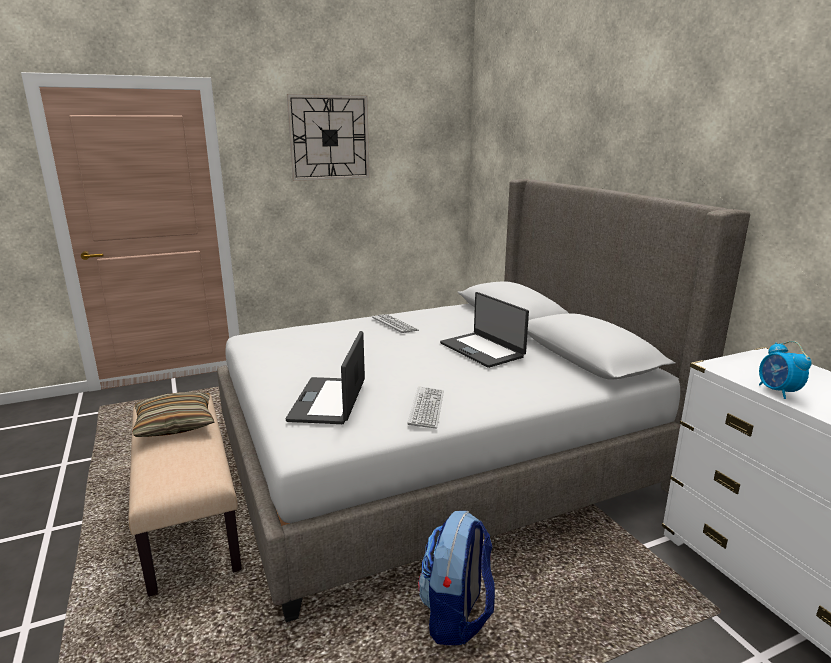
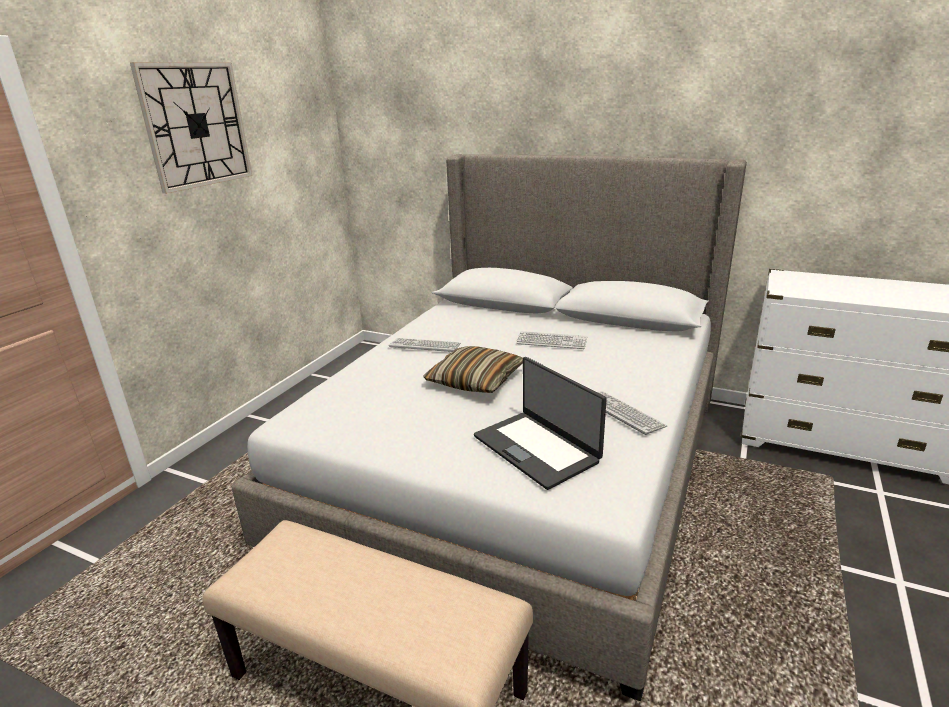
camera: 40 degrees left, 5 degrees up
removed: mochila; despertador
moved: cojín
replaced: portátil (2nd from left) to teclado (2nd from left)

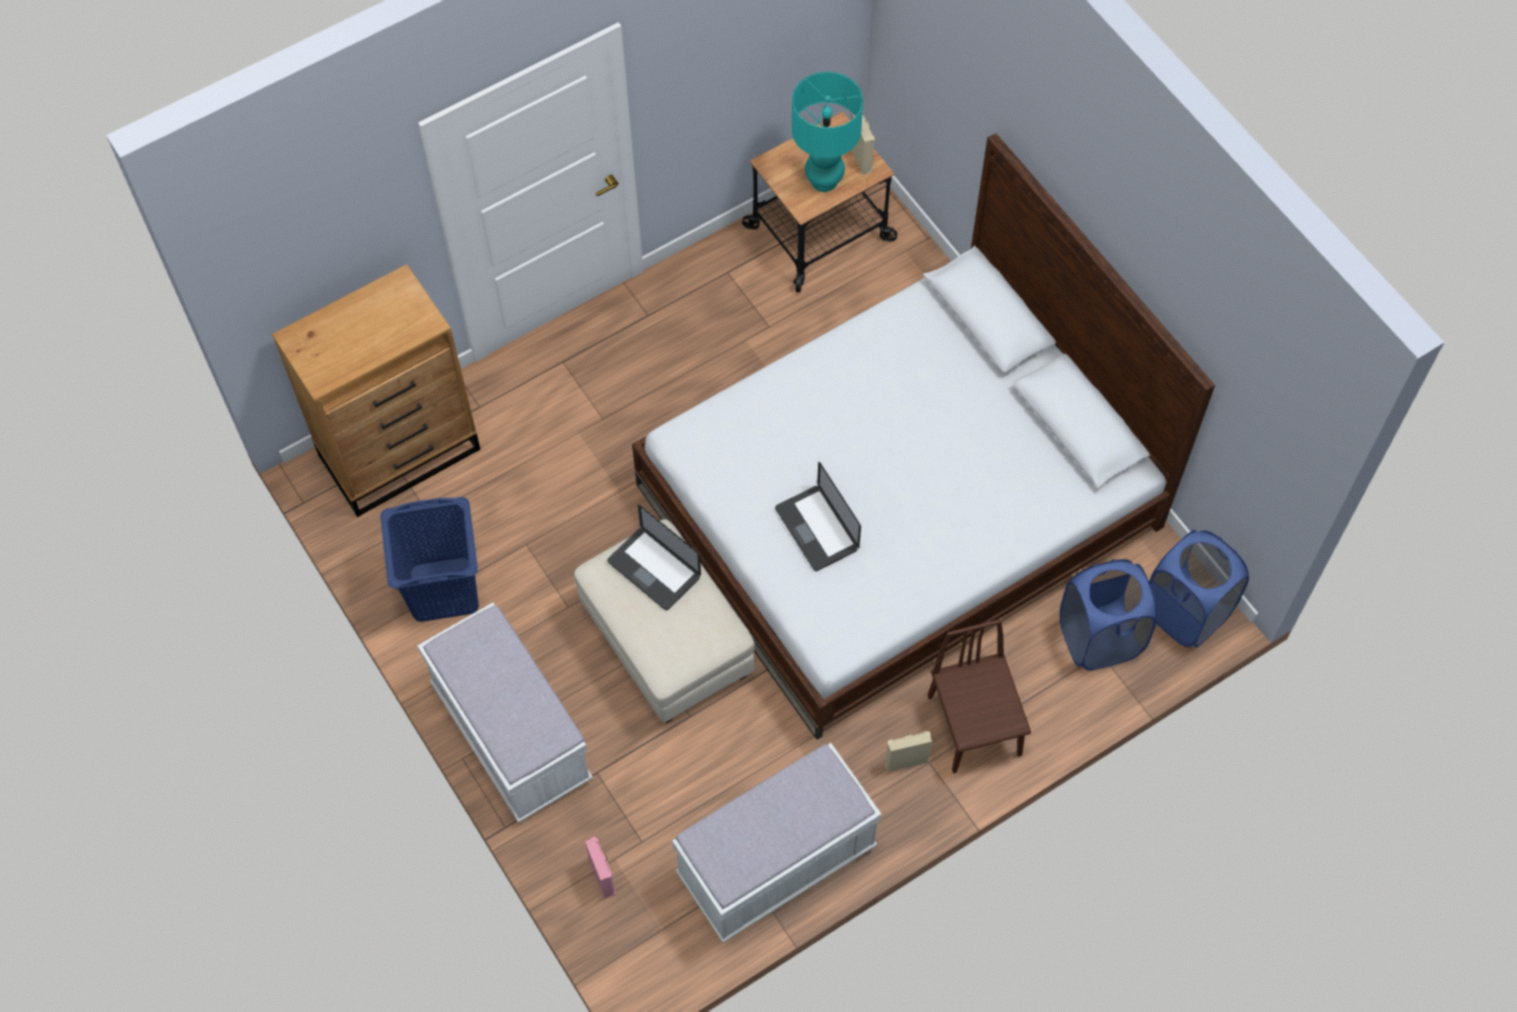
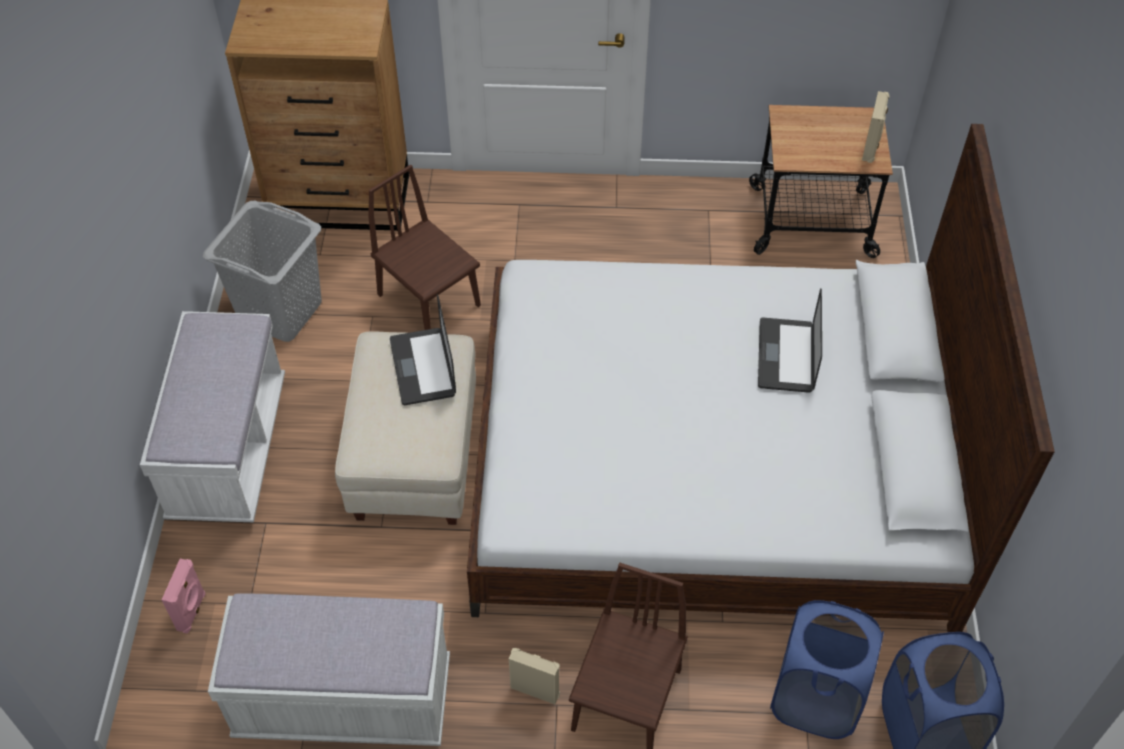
camera: 35 degrees right, 10 degrees down
removed: lámpara de mesa/turquesa
added: silla/marrón (1st from left)
moved: portátil (2nd from left)
recoloured: cesto de la ropa/azul (1st from left) to cesto de la ropa/gris

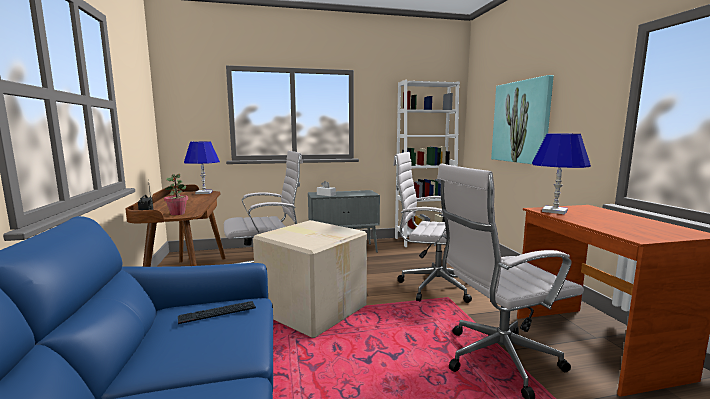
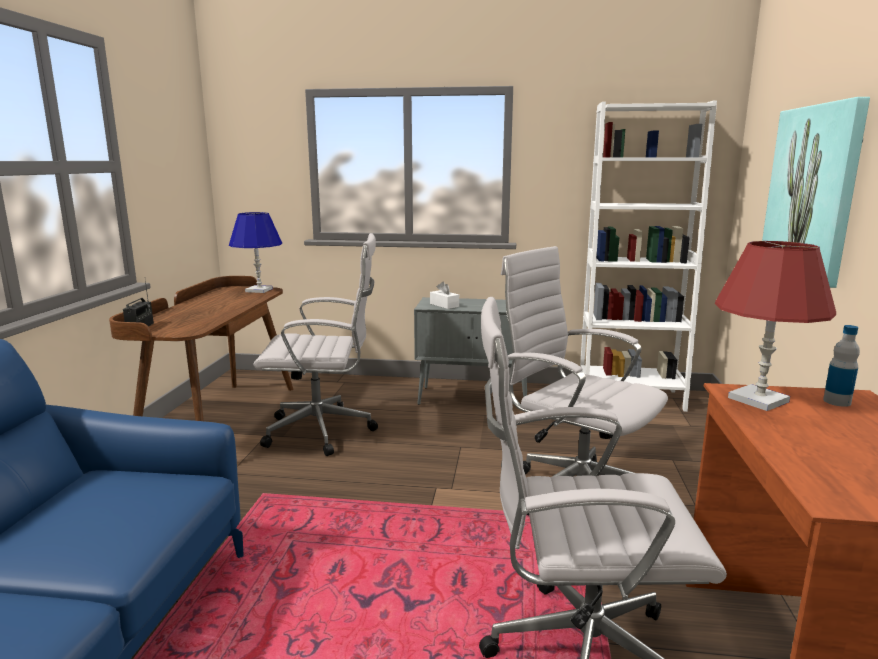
camera: 20 degrees right, 5 degrees up
removed: planta en maceta; teclado; caja de cartón
added: botella
recoloured: lámpara de mesa/azul (2nd from left) to lámpara de mesa/rojo

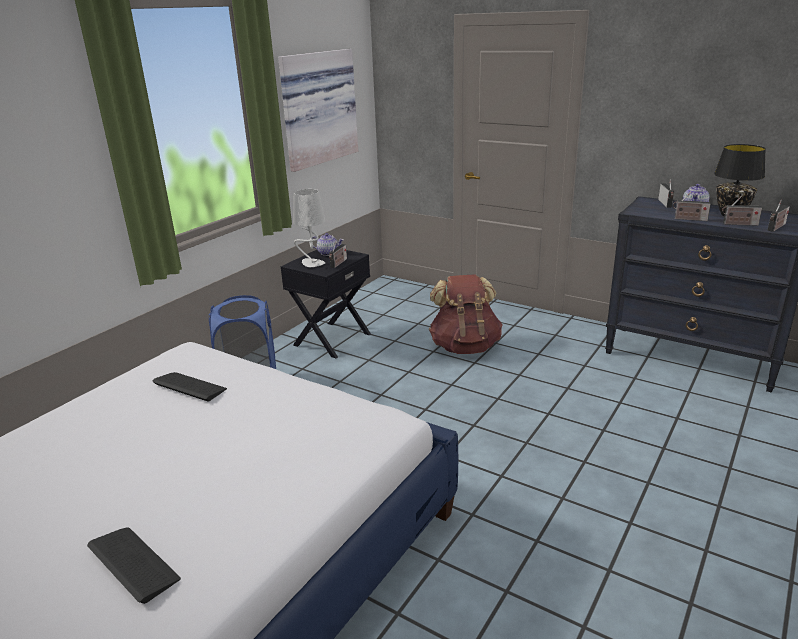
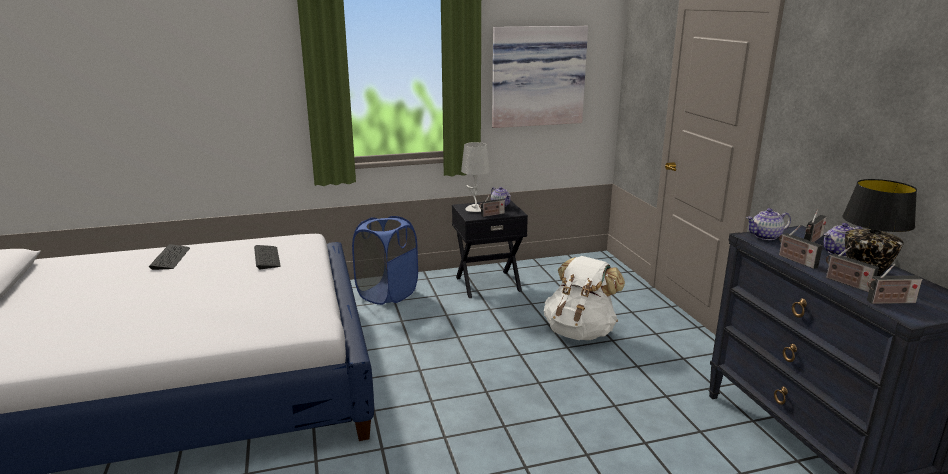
camera: 40 degrees right, 5 degrees down
added: tetera (2nd from left)
moved: teclado (1st from left)
recoloured: mochila/marrón to mochila/blanco

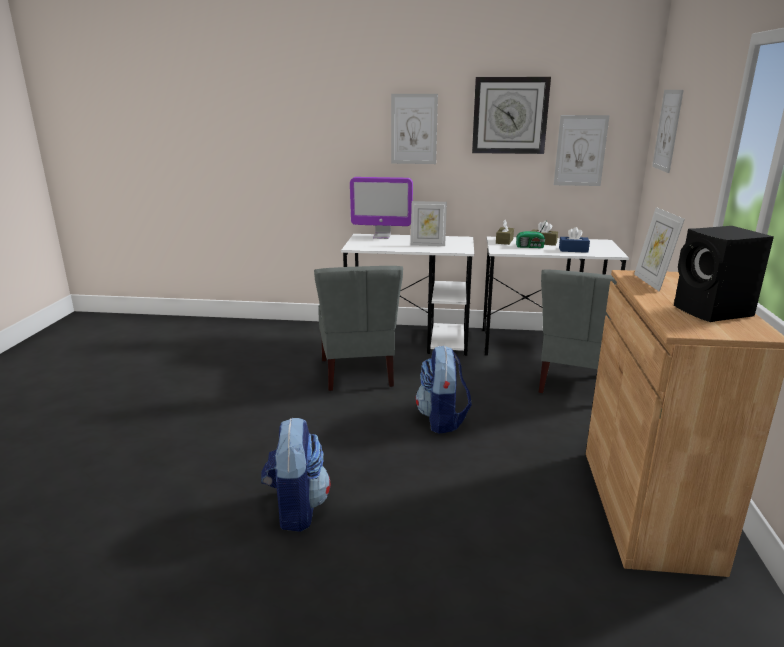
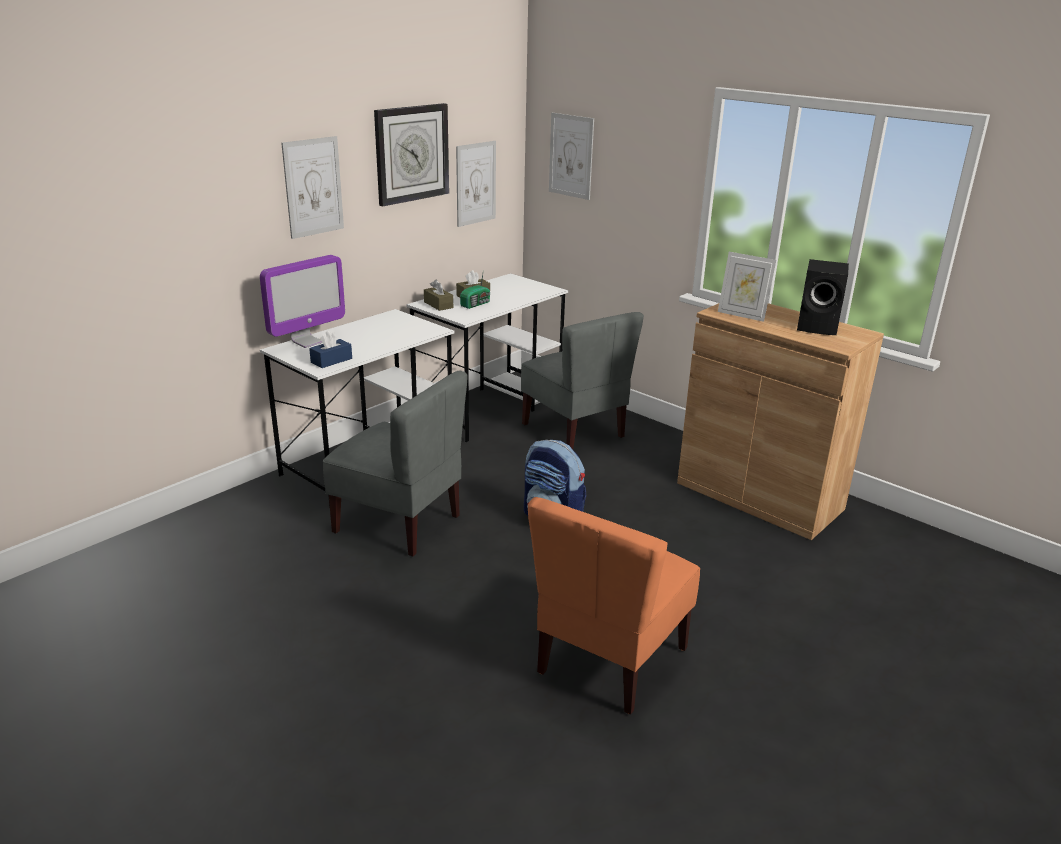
camera: 55 degrees left, 5 degrees up
removed: portarretratos (1st from left)
moved: caja de pañuelos/azul
replaced: mochila (1st from left) to silla/naranja

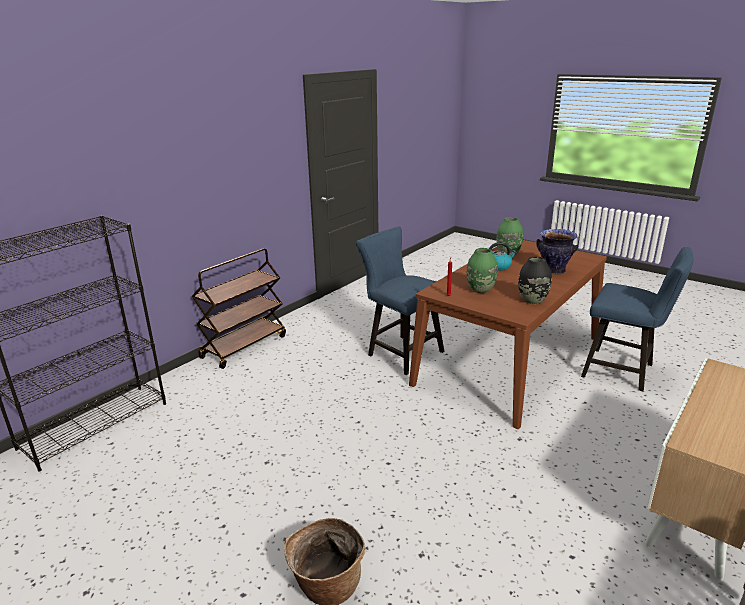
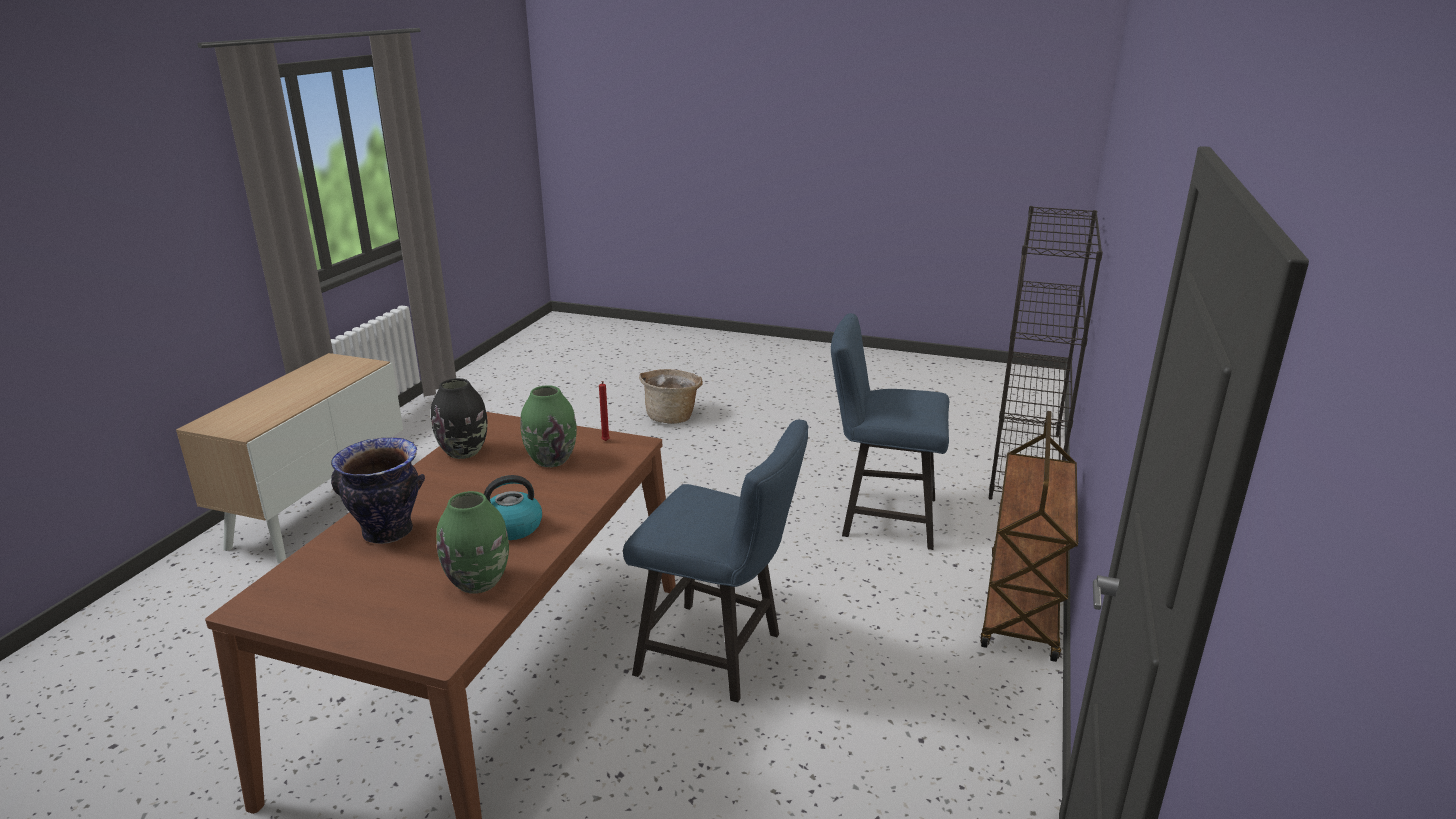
camera: 160 degrees right, 0 degrees up
moved: silla/azul (2nd from left)

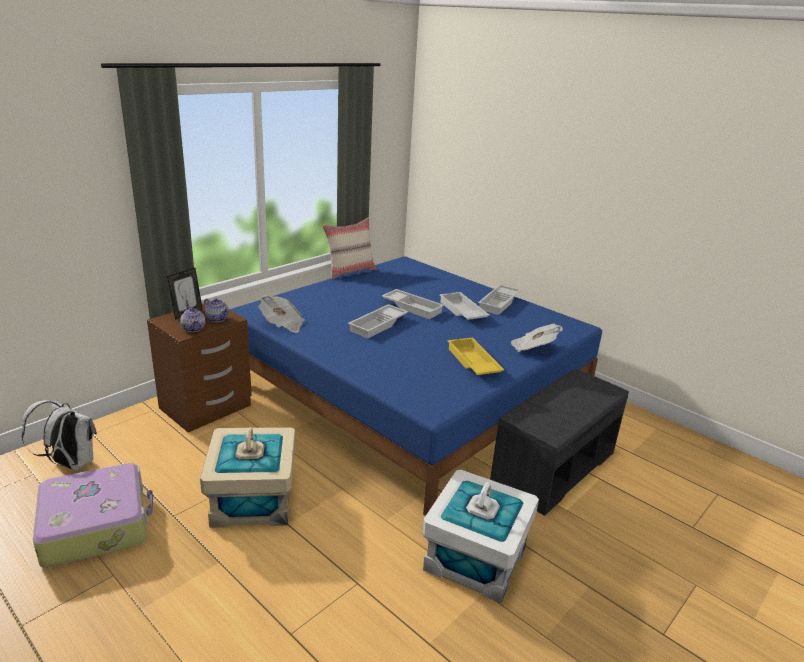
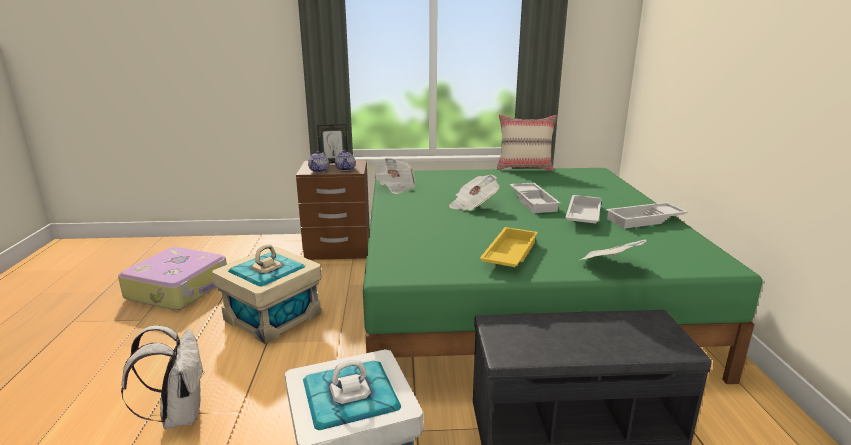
camera: 45 degrees right, 5 degrees down
moved: mochila/blanco
replaced: bandeja/blanco (1st from left) to periódico (2nd from left)
recoloured: cama/azul to cama/verde

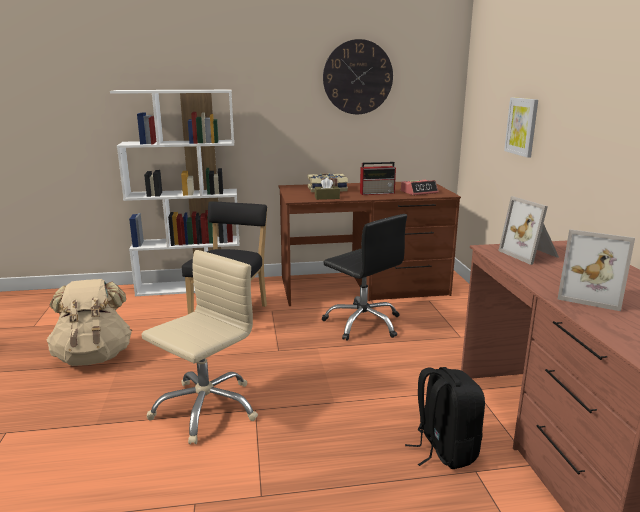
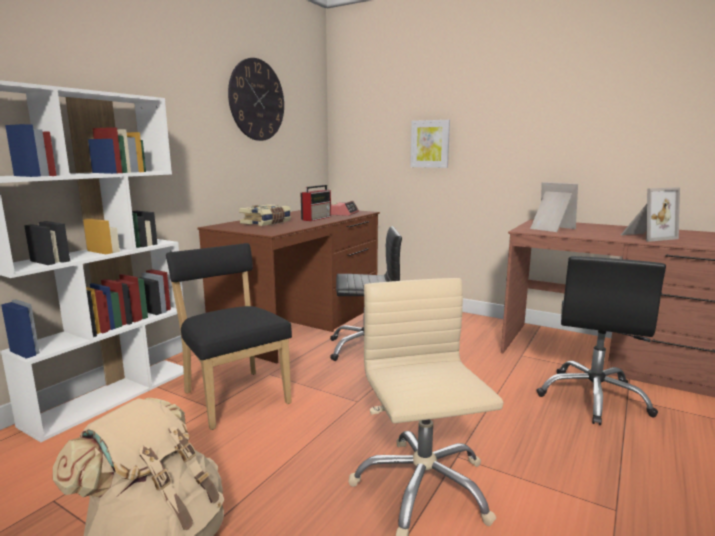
camera: 50 degrees left, 5 degrees down
removed: caja de pañuelos/marrón
replaced: mochila/negro to silla de oficina/negro (2nd from left)
turned: portarretratos (1st from left) 150 degrees counterclockwise

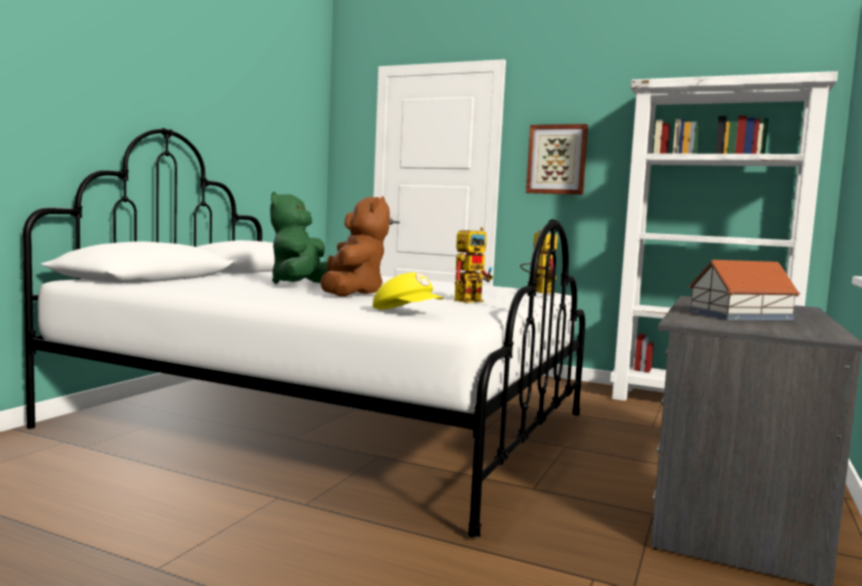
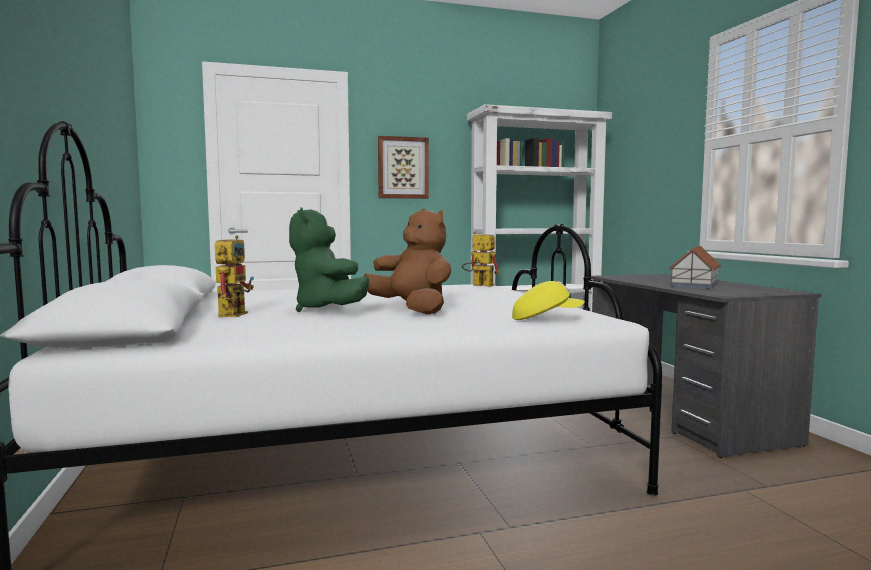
camera: 40 degrees left, 0 degrees up
moved: robot de juguete (1st from left)

